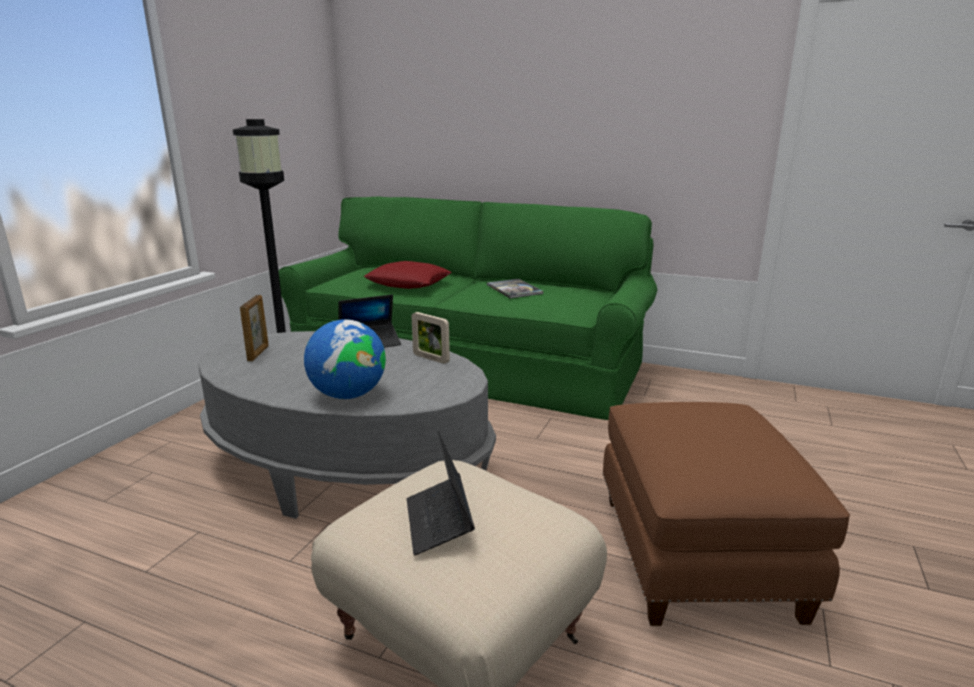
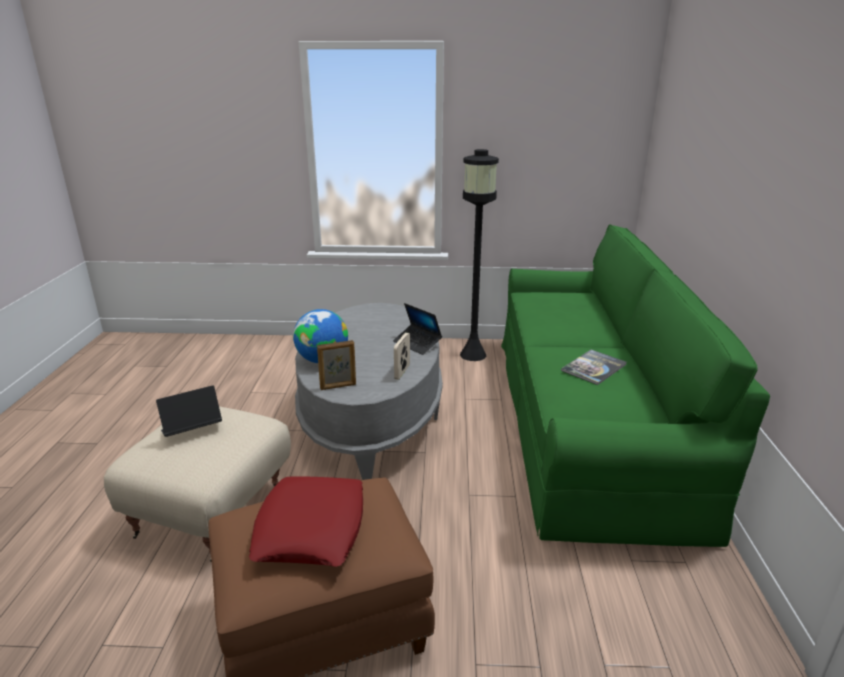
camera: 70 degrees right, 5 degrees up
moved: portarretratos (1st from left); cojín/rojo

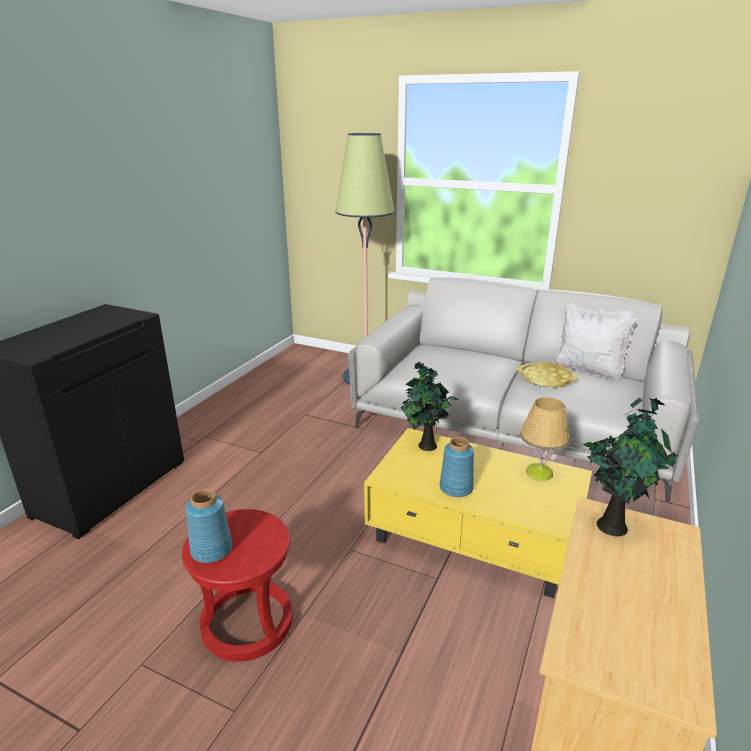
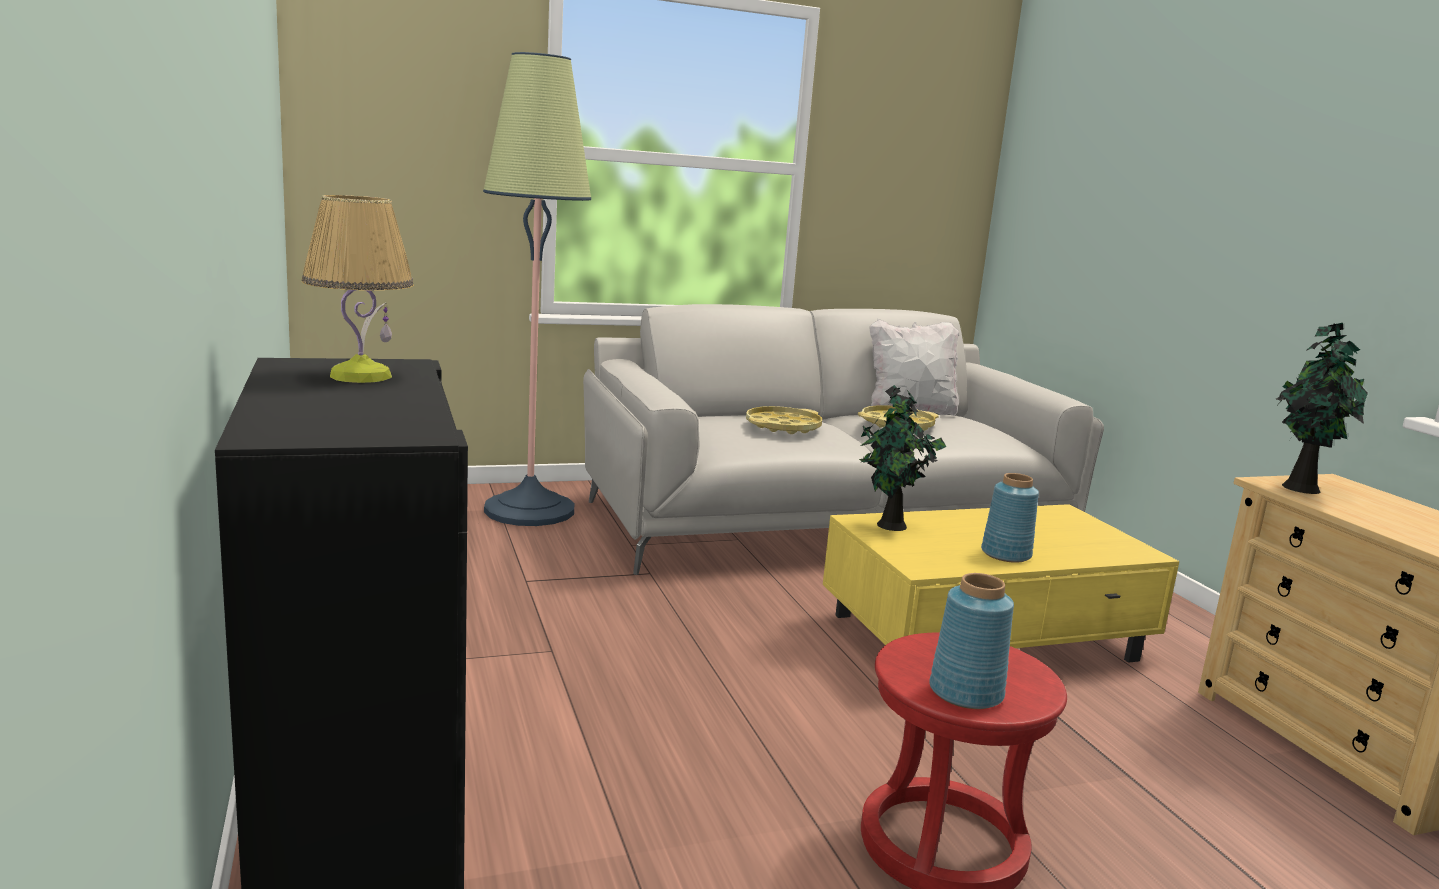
camera: 45 degrees left, 10 degrees down
added: bandeja/amarillo (1st from left)
moved: lámpara de mesa

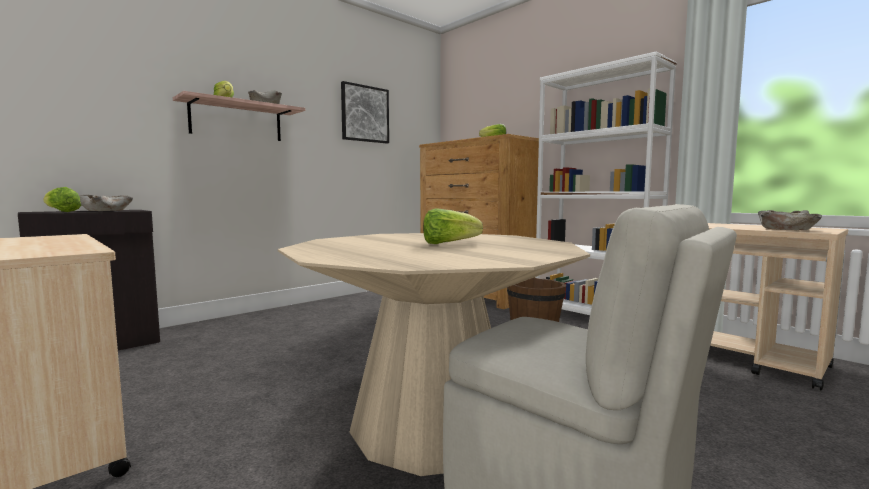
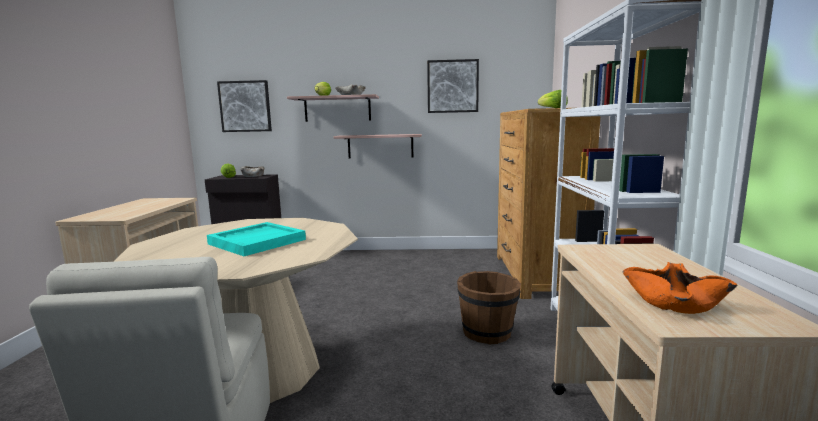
camera: 45 degrees right, 5 degrees up
added: cuadro (1st from left); estante (2nd from left)
replaced: lechuga (3rd from left) to bandeja/turquesa
recoloured: cuenco/beis (3rd from left) to cuenco/naranja

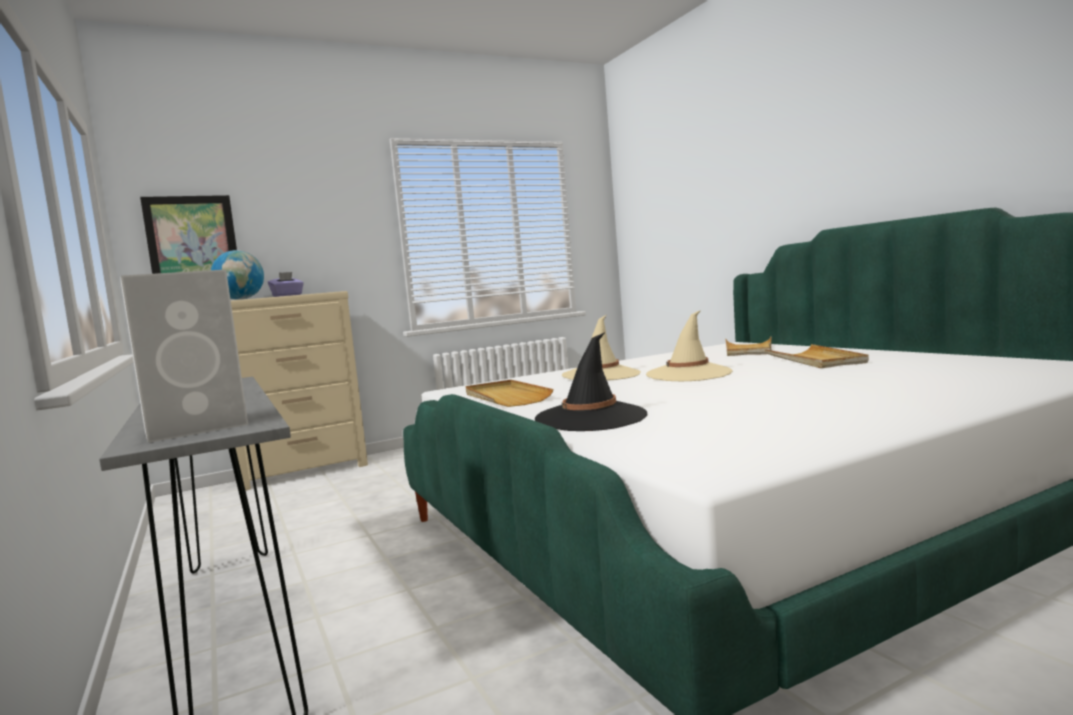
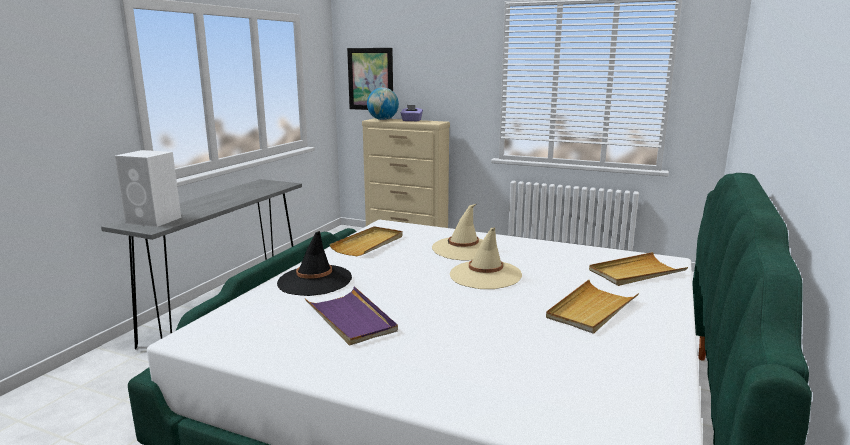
camera: 50 degrees right, 10 degrees up
added: bandeja/morado

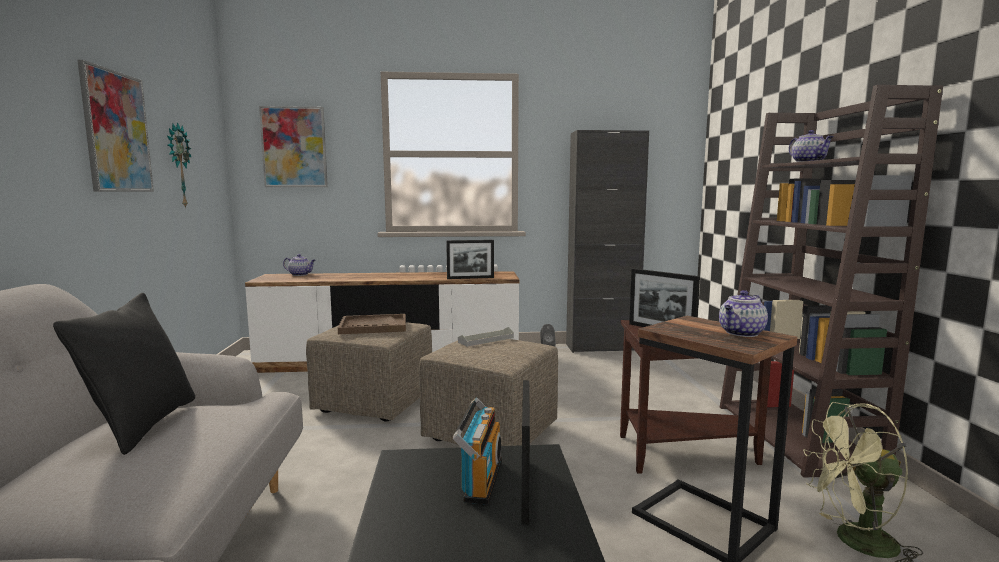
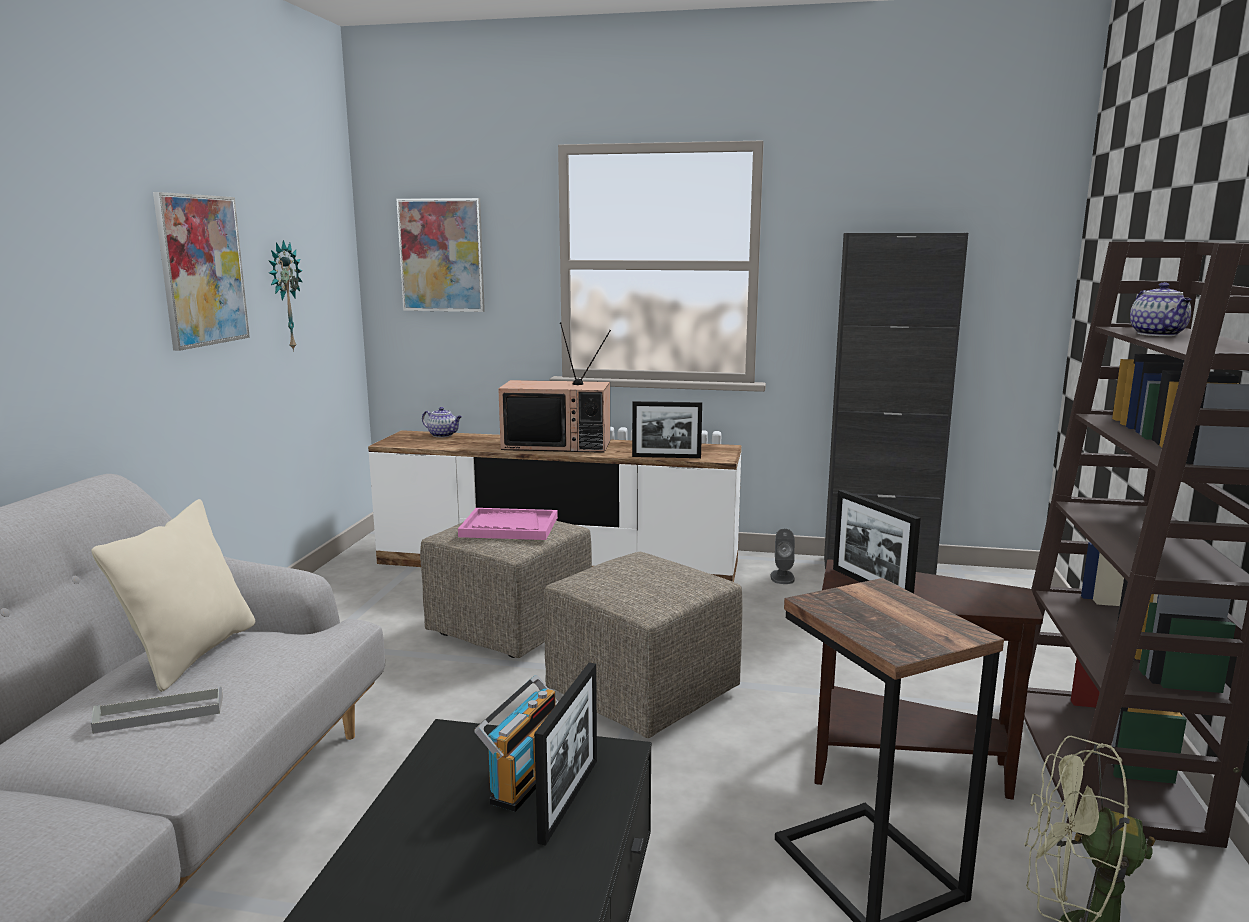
camera: 15 degrees right, 5 degrees up
removed: tetera (2nd from left)
added: televisor
moved: bandeja/gris
recoloured: cojín/negro to cojín/beis; bandeja/marrón to bandeja/rosa

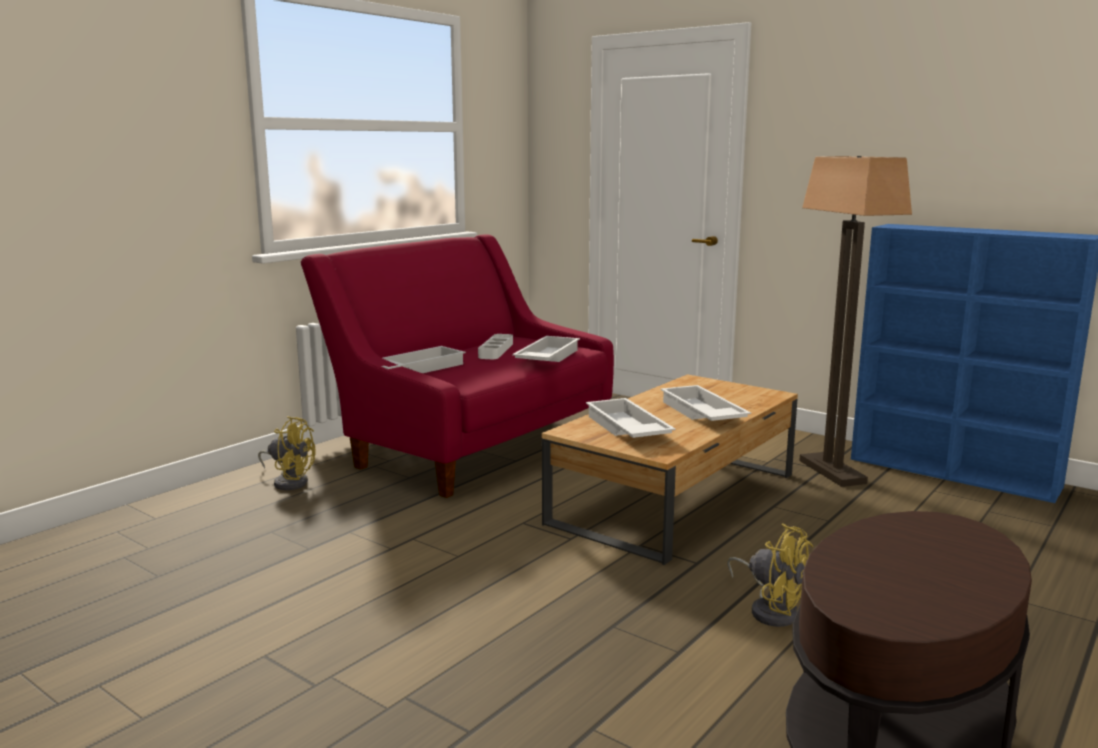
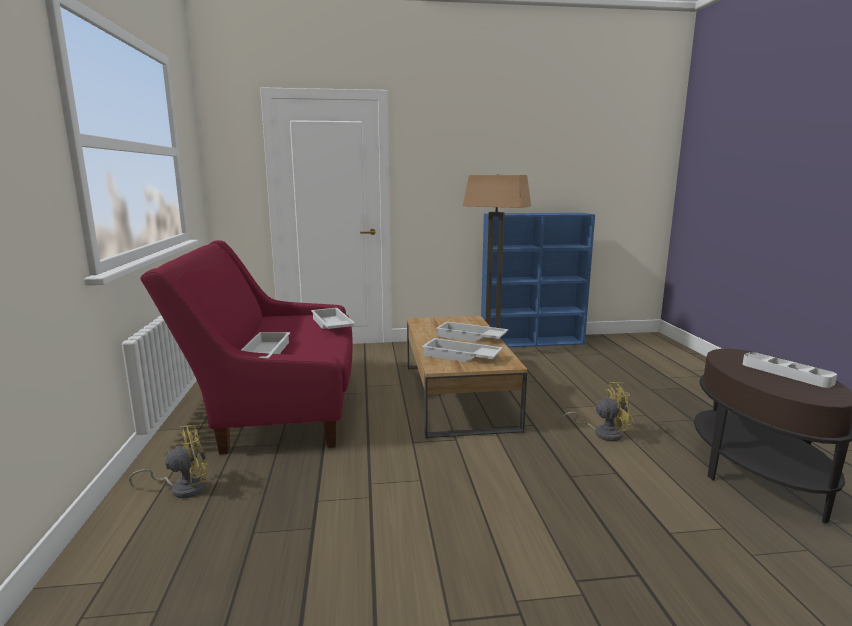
camera: 45 degrees left, 0 degrees up
moved: bandeja/blanco (2nd from left in the first image) to bandeja/blanco (5th from left)

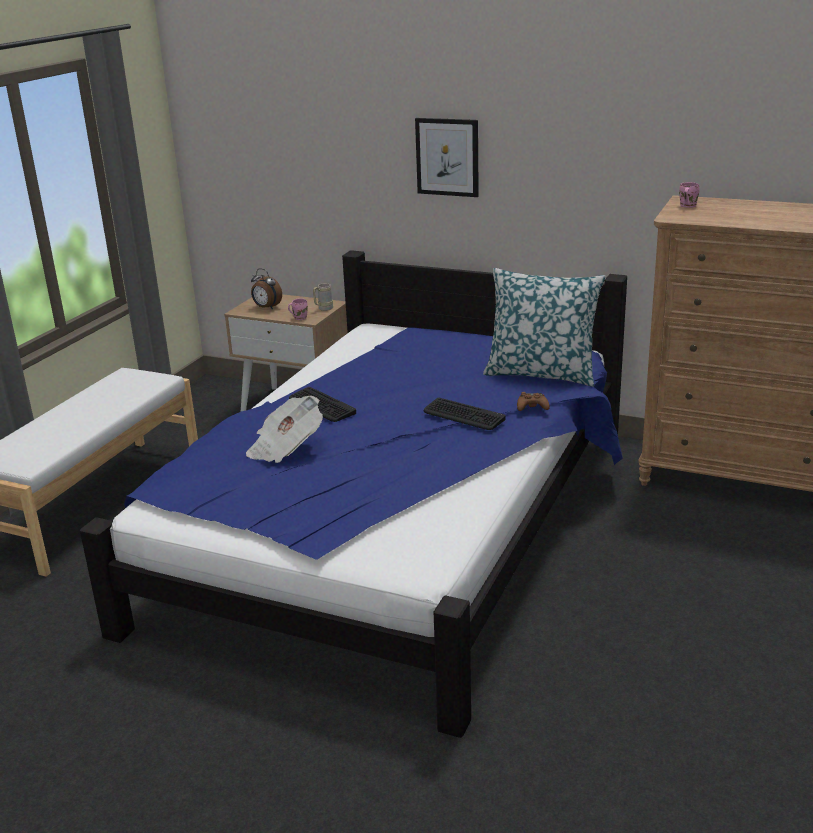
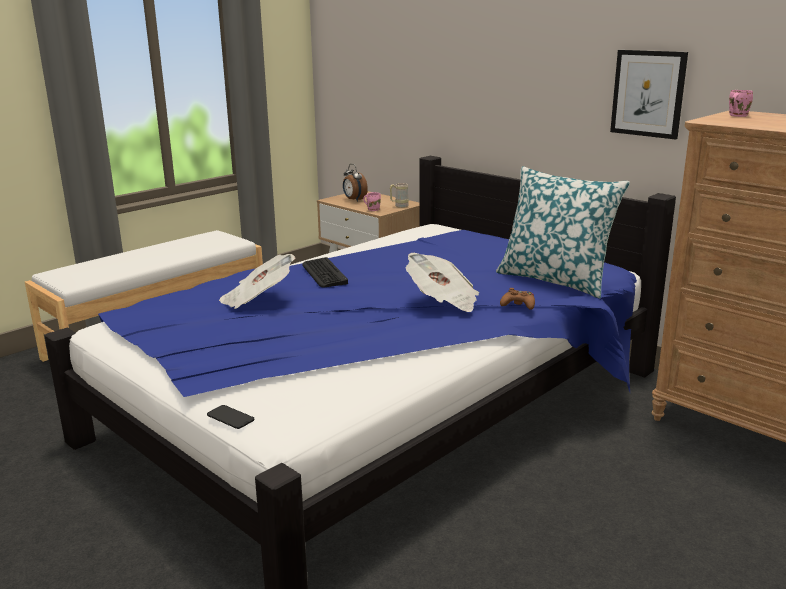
camera: 20 degrees right, 5 degrees down
added: móvil
moved: cuadro
replaced: teclado (2nd from left) to periódico (2nd from left)

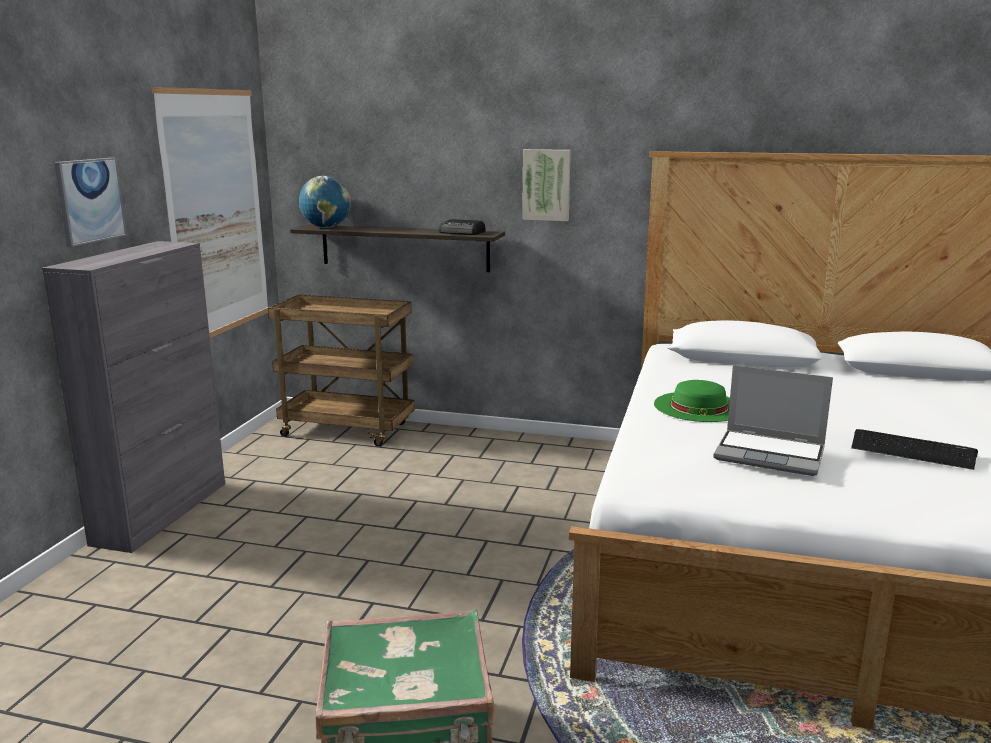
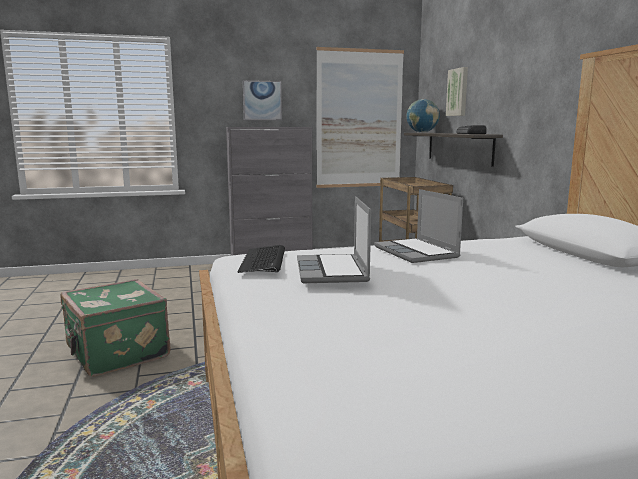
camera: 60 degrees right, 5 degrees down
moved: cuadro (3rd from left); teclado
replaced: sombrero/verde to portátil (2nd from left)

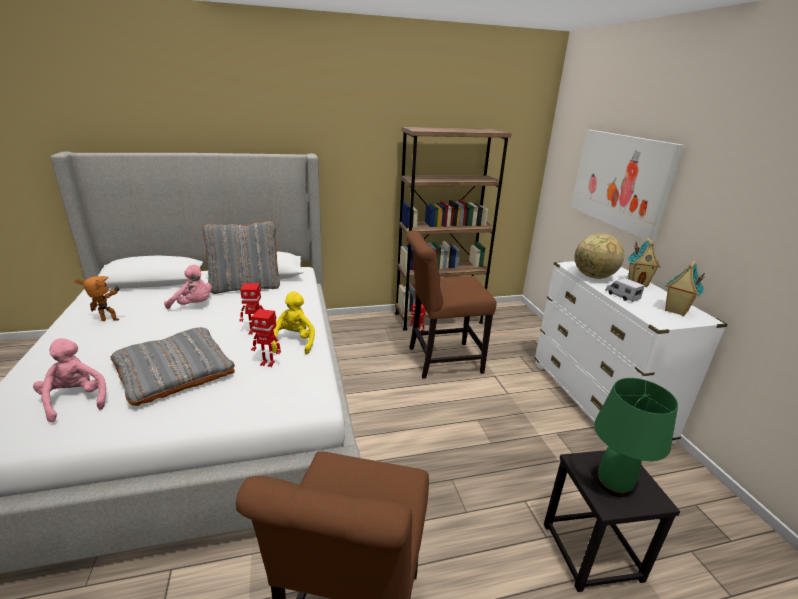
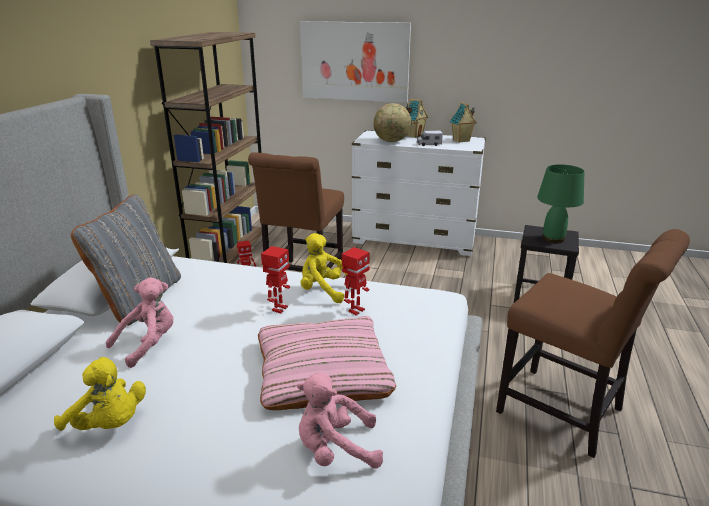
camera: 60 degrees left, 0 degrees up
replaced: robot de juguete (1st from left) to peluche/amarillo (1st from left)
recoloured: cojín/gris (1st from left) to cojín/rosa

